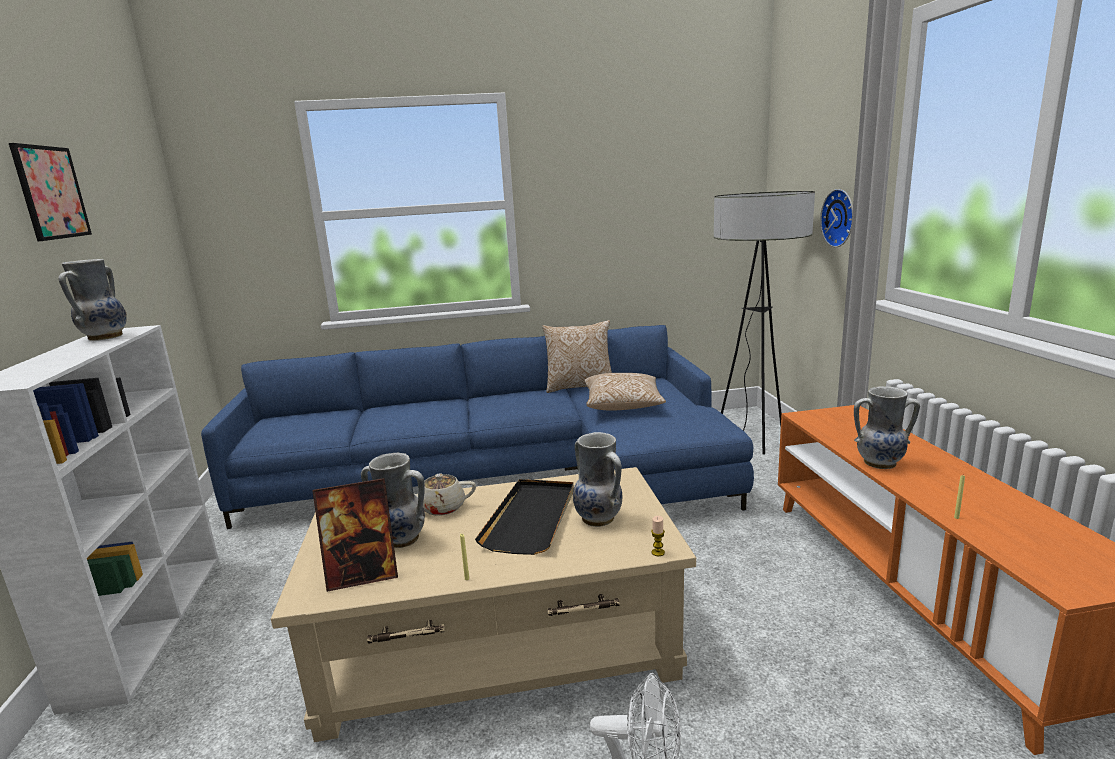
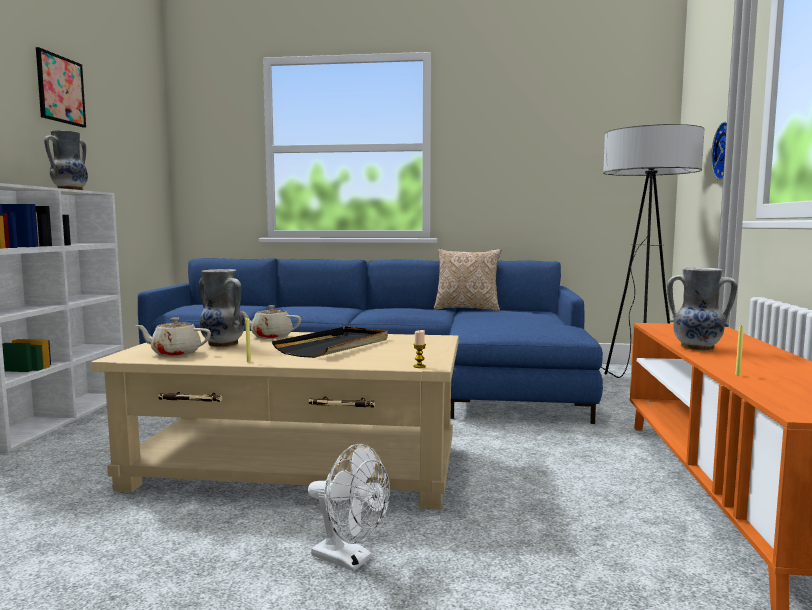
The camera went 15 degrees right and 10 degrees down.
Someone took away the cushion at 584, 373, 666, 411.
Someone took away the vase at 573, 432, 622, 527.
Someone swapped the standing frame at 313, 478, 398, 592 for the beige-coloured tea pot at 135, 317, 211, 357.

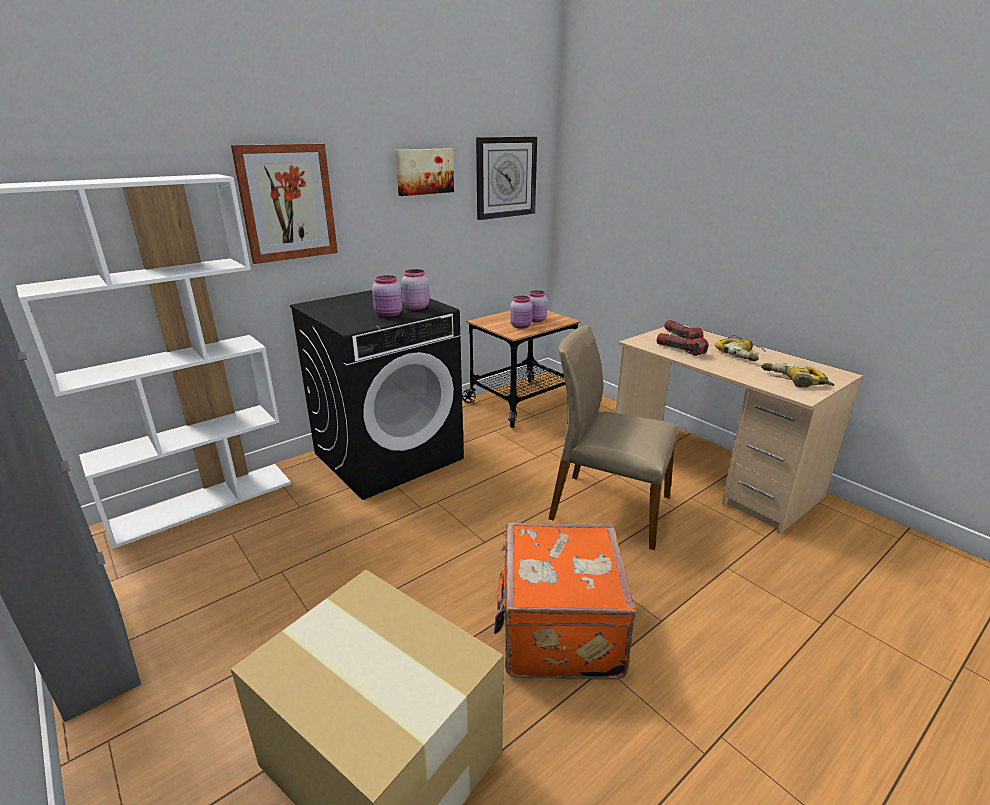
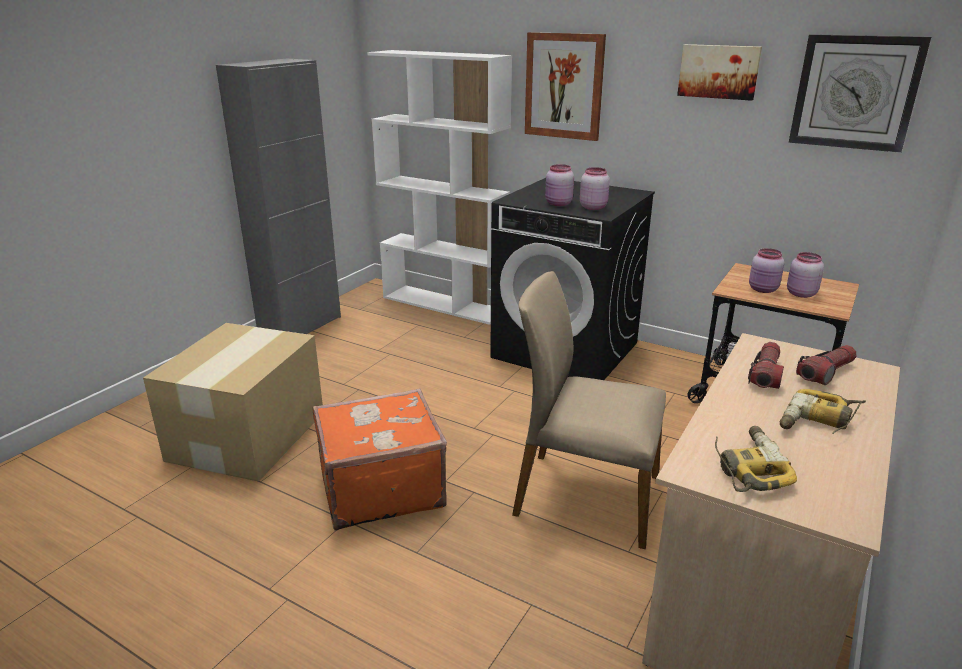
The camera went 70 degrees right and 0 degrees up.
Someone rotated the beige-coloured plain chair at 549, 325, 678, 550 by 75 degrees counterclockwise.

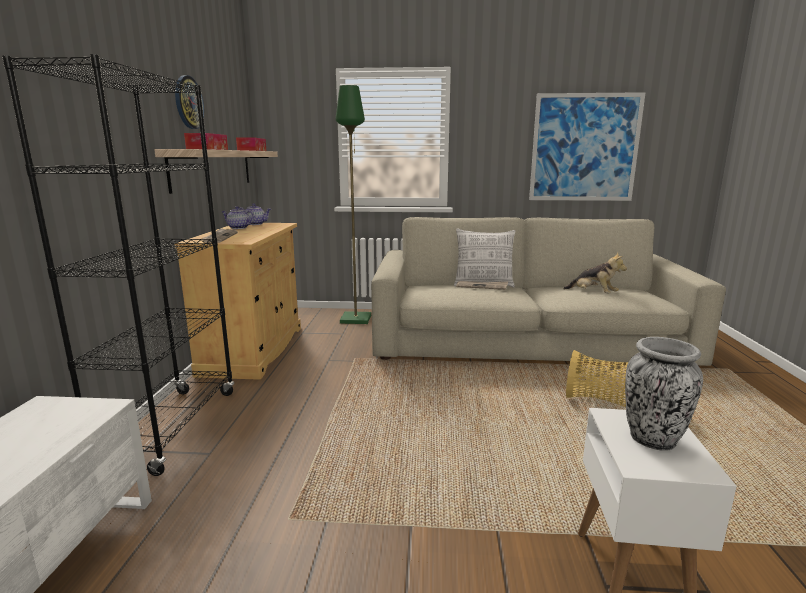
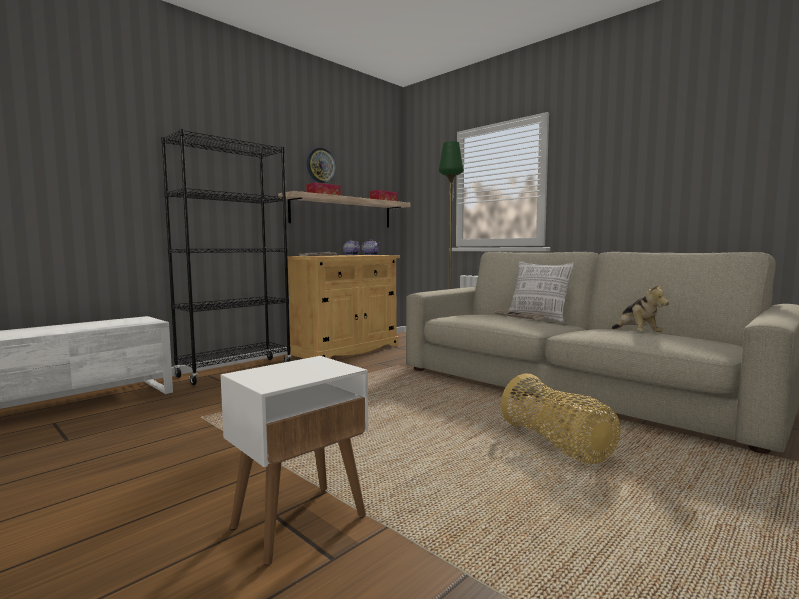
The camera went 40 degrees right and 10 degrees down.
Someone took away the wall picture at 529, 92, 646, 201.
Someone took away the vase at 625, 337, 703, 451.

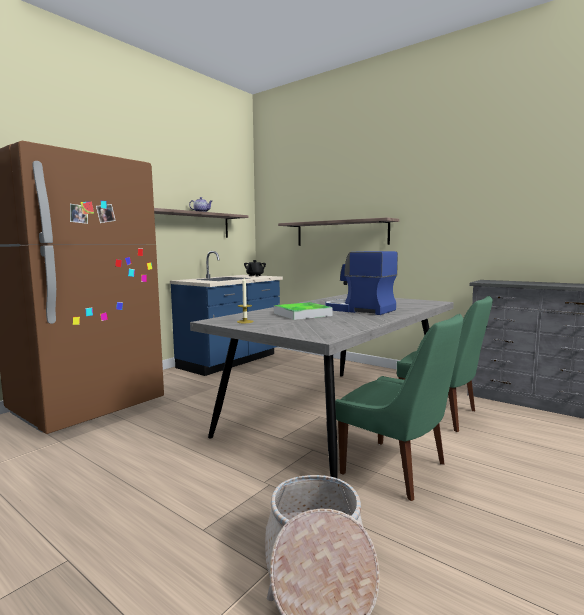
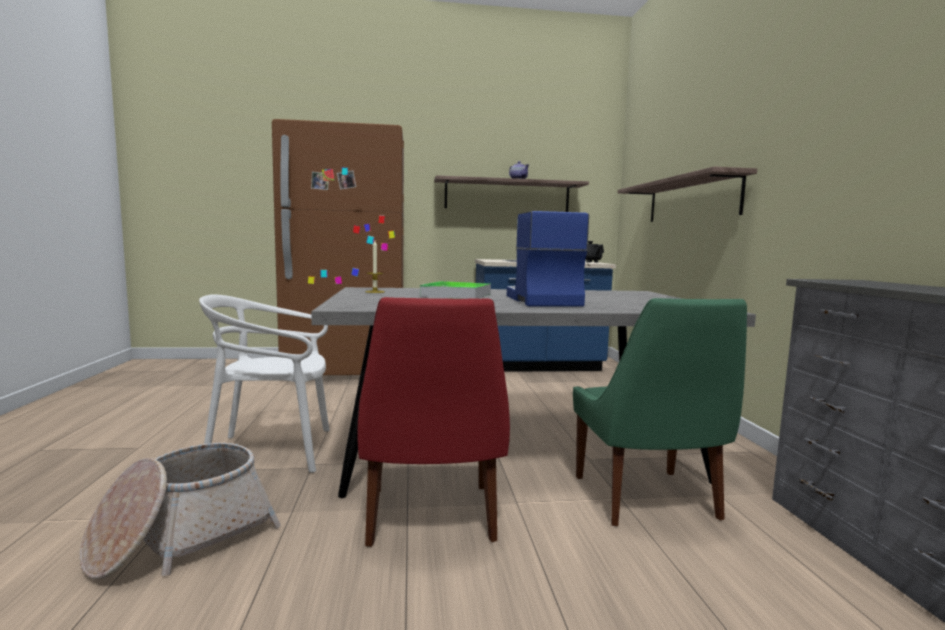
The camera went 45 degrees right and 0 degrees up.
Someone repainted the green-coloured plain chair at 335, 314, 463, 501, which became the red-coloured plain chair at 357, 297, 510, 547.
Someone put down the white plain chair at 199, 294, 330, 473.

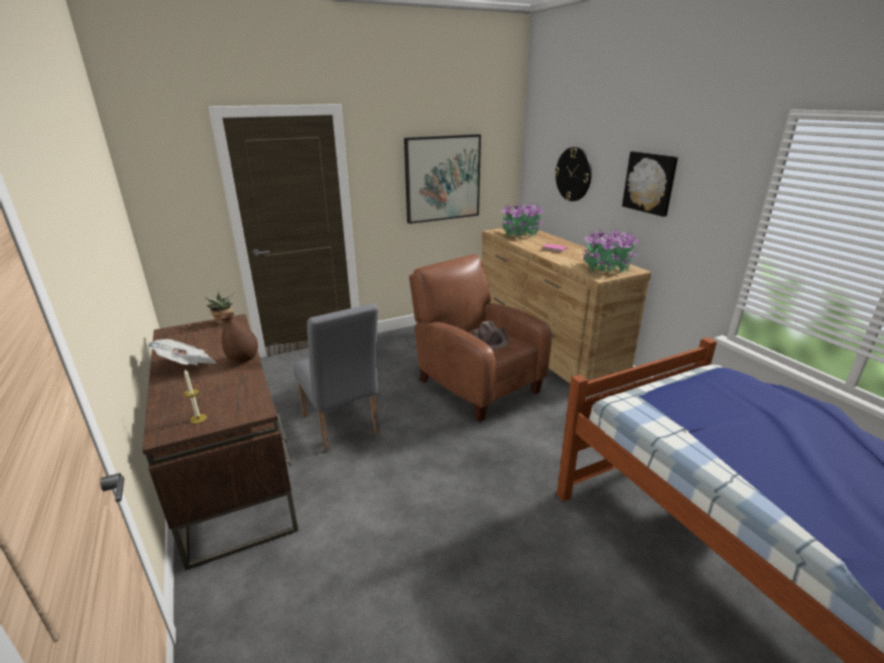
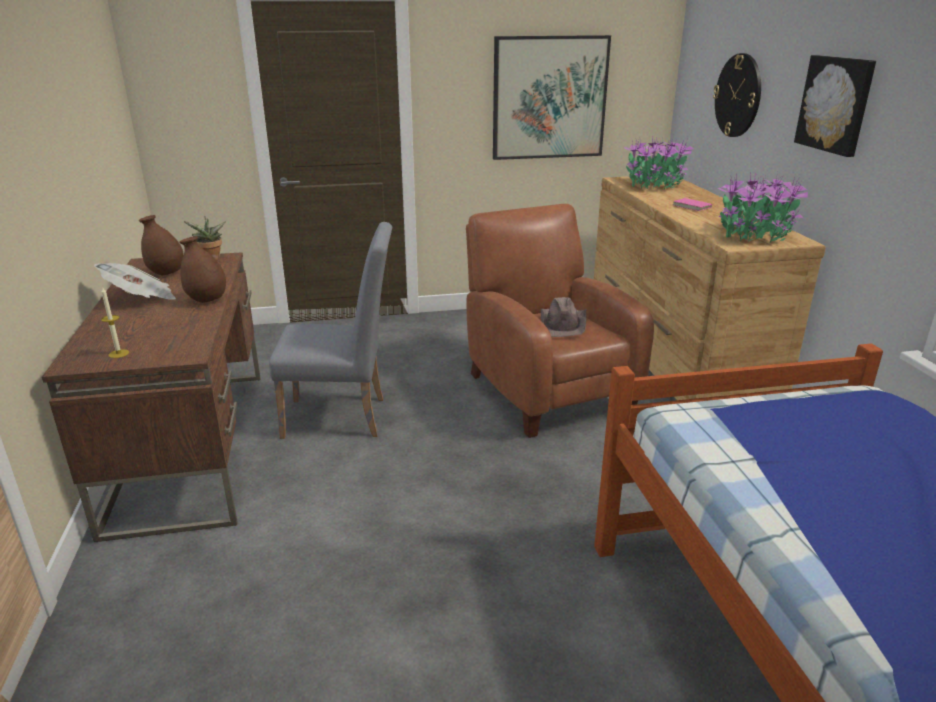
The camera went 15 degrees right and 0 degrees up.
Someone rotated the grey plain chair at 293, 303, 380, 453 by 75 degrees counterclockwise.
Someone put down the brownish vase at 139, 215, 184, 275.

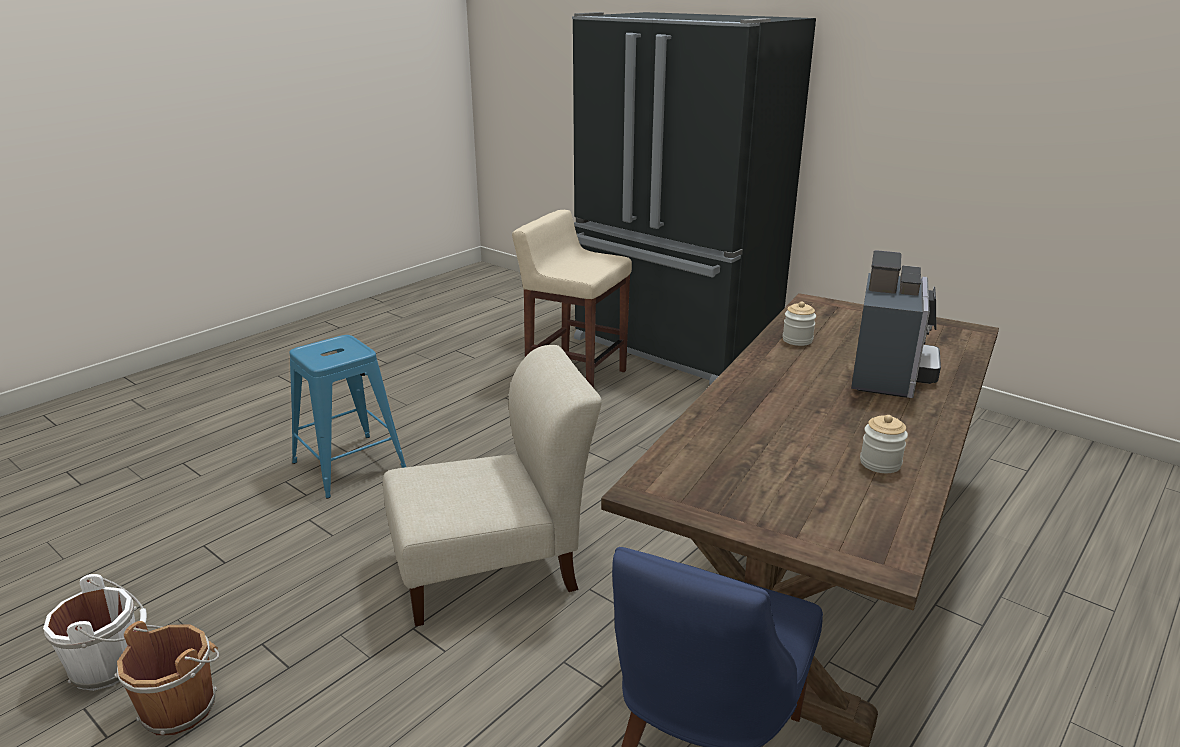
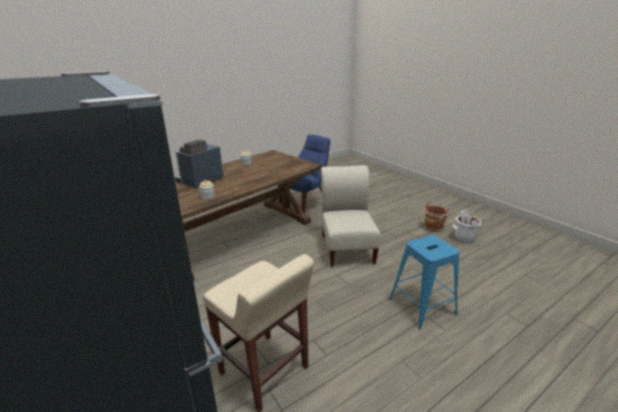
The camera went 165 degrees left and 0 degrees up.
Someone rotated the beige-coloured plain chair at 383, 345, 602, 626 by 90 degrees clockwise.

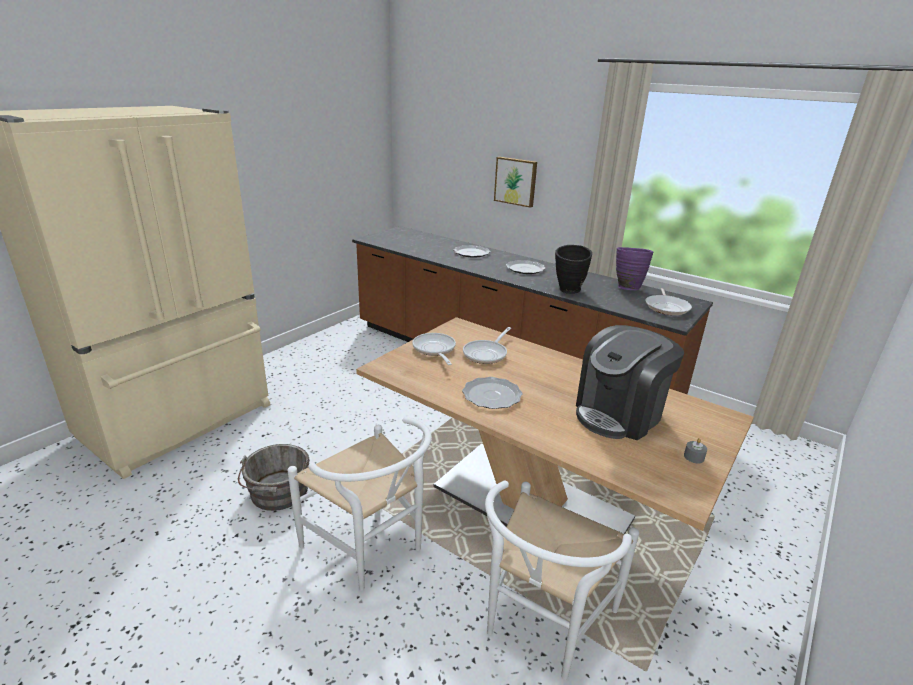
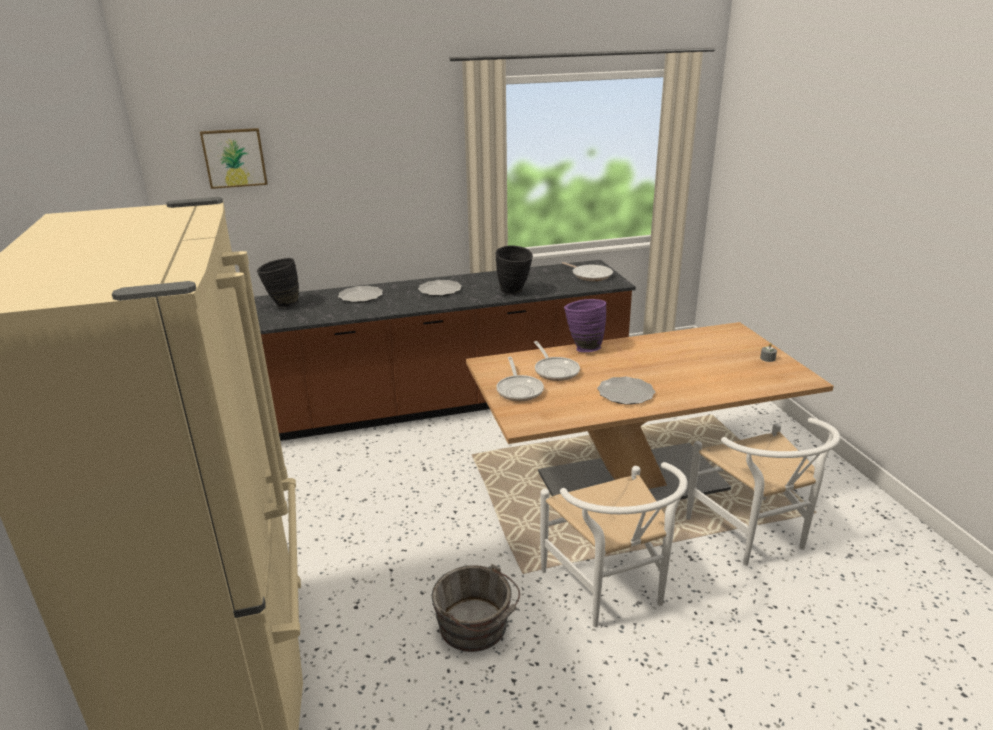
The camera went 50 degrees left and 0 degrees up.
Someone carried the wall picture from 494, 157, 537, 208 to 200, 128, 268, 189.
Someone carried the purple vase from 616, 247, 653, 290 to 564, 299, 606, 352.
Someone took away the coffee brewer at 576, 325, 684, 440.
Someone rotated the skillet at 412, 333, 456, 365 by 120 degrees counterclockwise.
Someone rotated the white plain chair at 288, 417, 432, 591 by 75 degrees clockwise.
Someone put down the black-coloured vase at 257, 258, 299, 309.

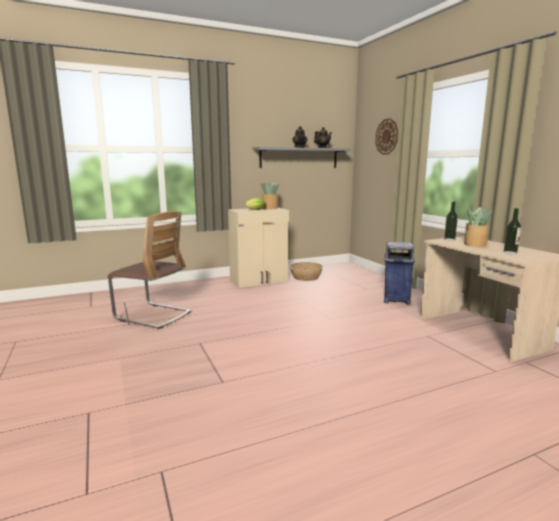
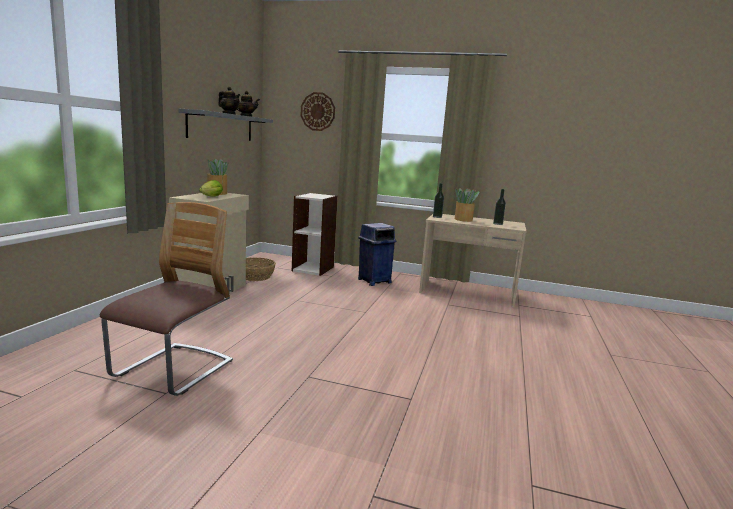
The camera went 50 degrees left and 0 degrees up.
Someone rotated the plain chair at 107, 211, 191, 329 by 45 degrees counterclockwise.
Someone put down the shelving unit at 292, 193, 338, 276.

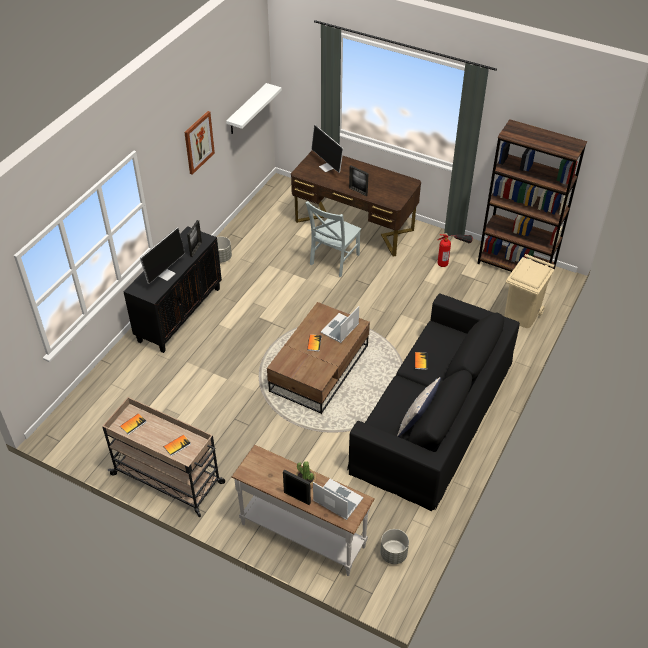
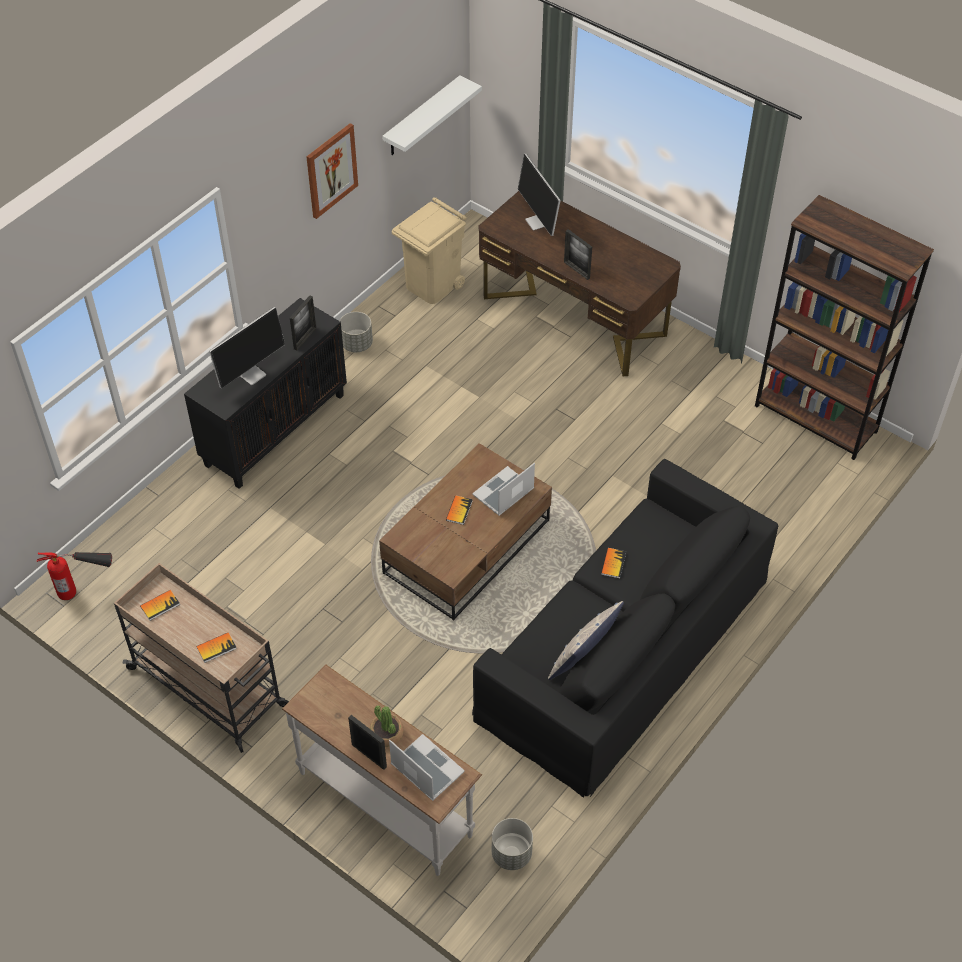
The camera went 10 degrees right and 5 degrees up.
Someone took away the grey plain chair at 305, 201, 361, 277.
Someone carried the fire extinguisher from 438, 234, 473, 267 to 37, 552, 112, 600.
Someone carried the beige-coloured rubbish bin from 504, 254, 554, 328 to 392, 197, 467, 304.

